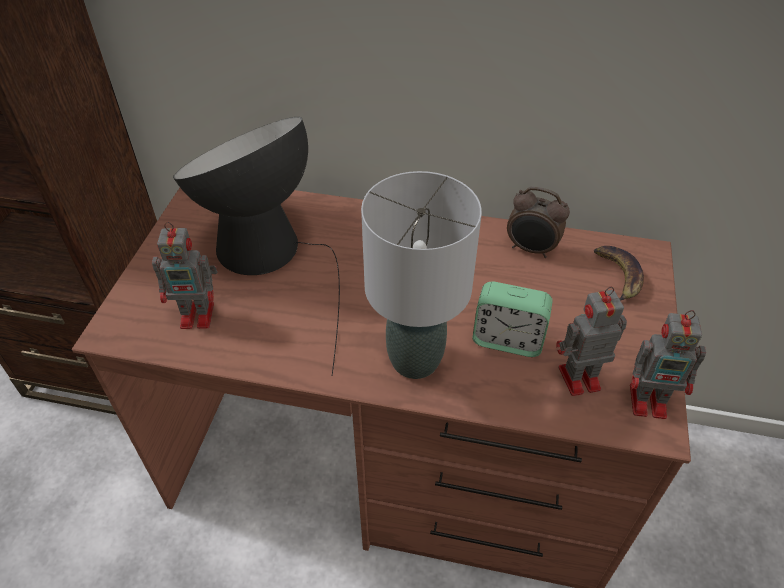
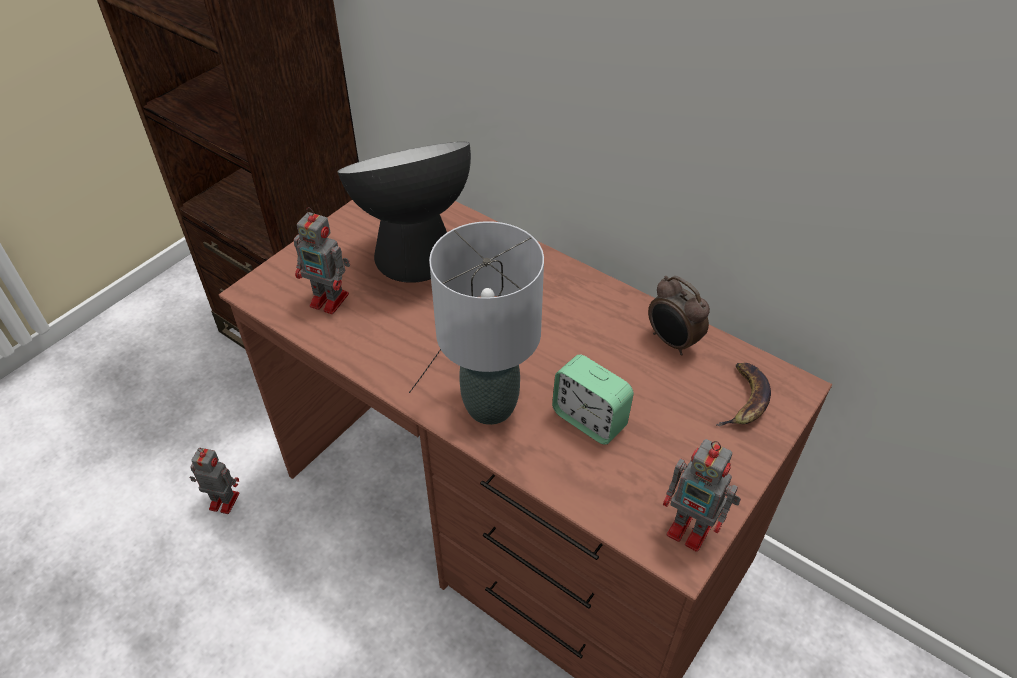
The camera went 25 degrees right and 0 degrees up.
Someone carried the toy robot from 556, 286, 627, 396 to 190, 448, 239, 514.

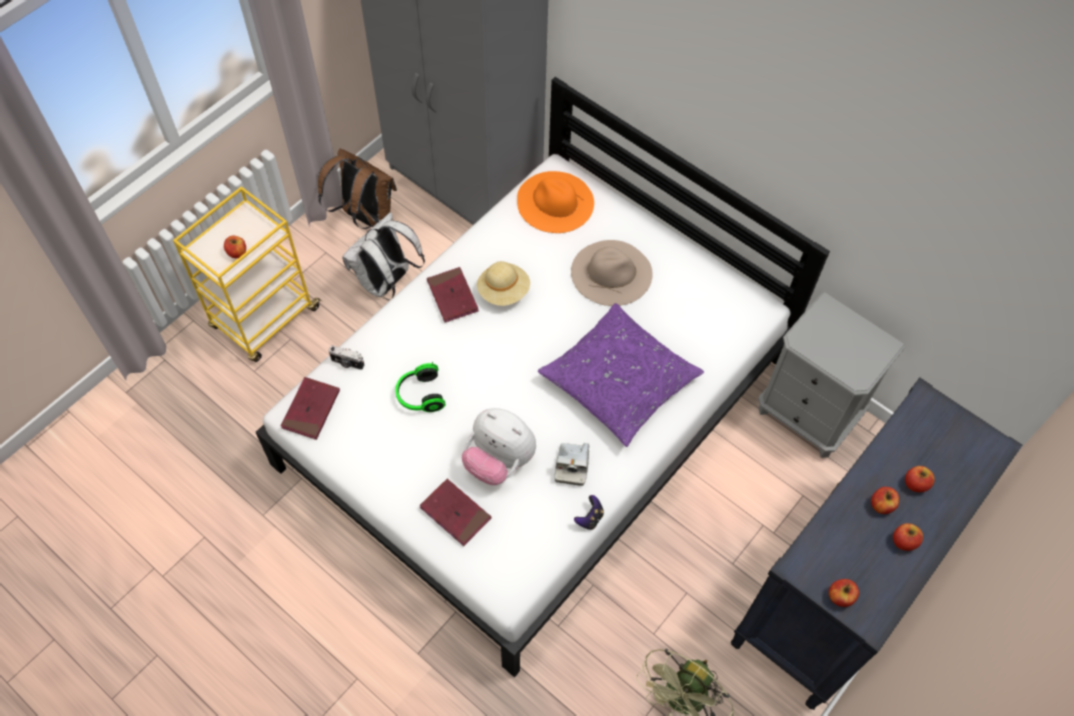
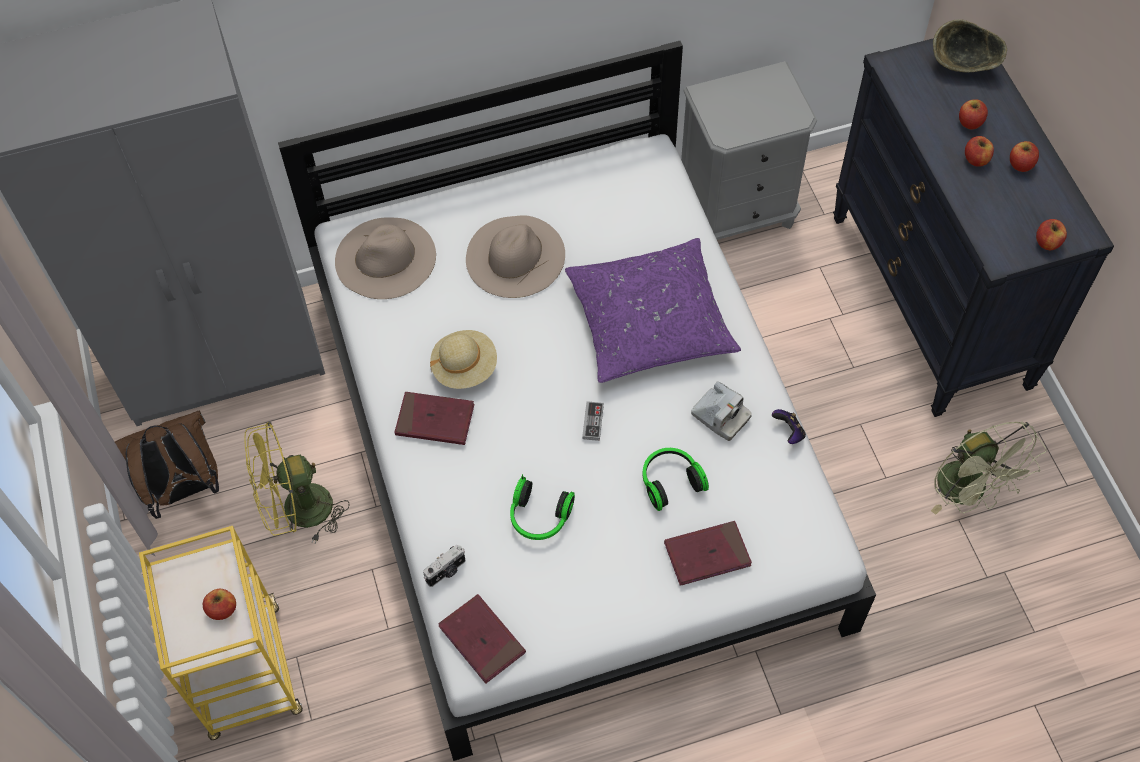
The camera went 55 degrees left and 0 degrees up.
Someone repainted the orange clothing hat at 517, 171, 594, 233, which became the beige-coloured clothing hat at 335, 217, 436, 299.
Someone swapped the white knapsack at 342, 212, 425, 300 for the yellow-coloured electric fan at 245, 422, 350, 543.
Someone swapped the cuddly toy at 462, 408, 536, 485 for the headphones at 642, 448, 709, 511.
Someone put down the bowl at 933, 19, 1007, 73.
Someone put down the joypad at 582, 401, 604, 441.

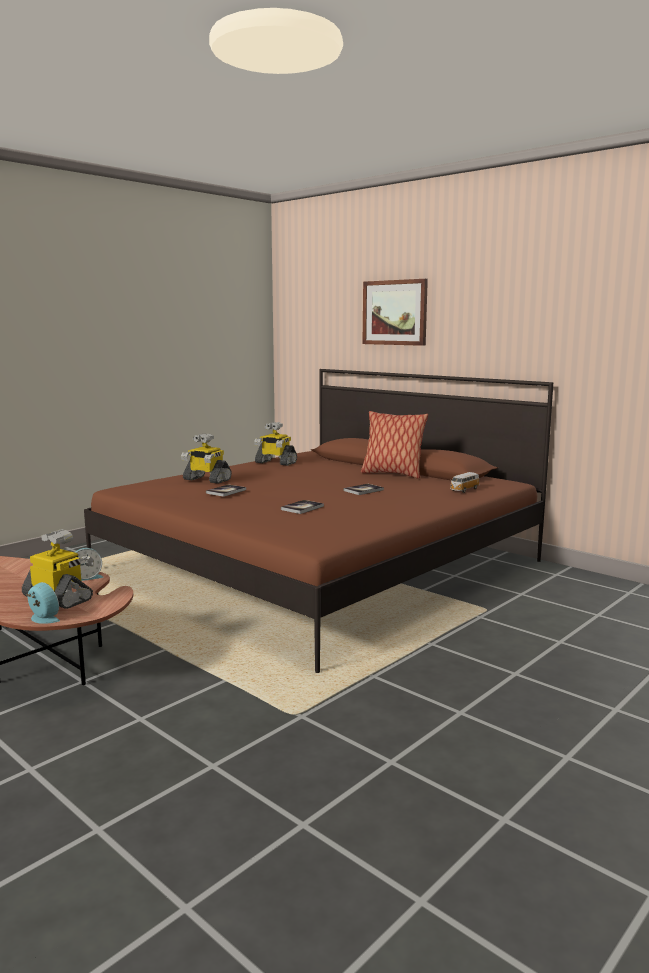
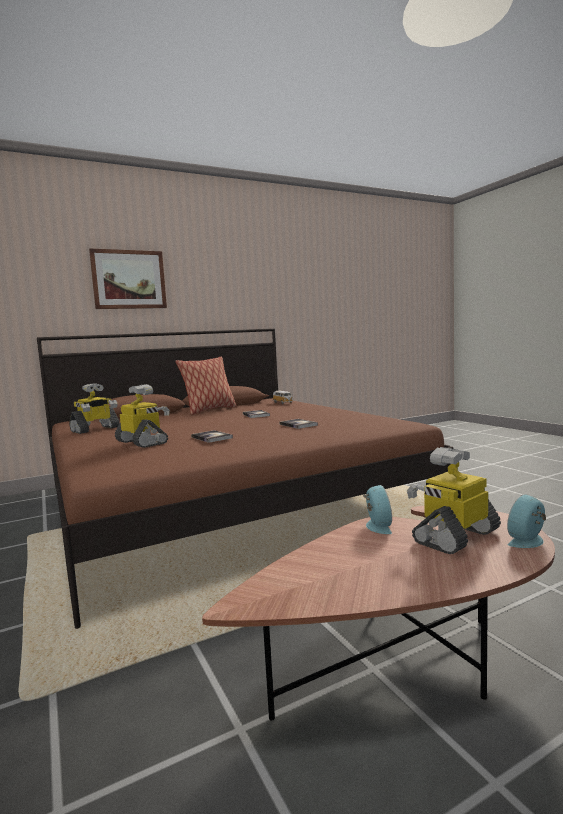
The camera went 70 degrees left and 5 degrees down.
Someone rotated the toy robot at 181, 433, 232, 484 by 90 degrees counterclockwise.

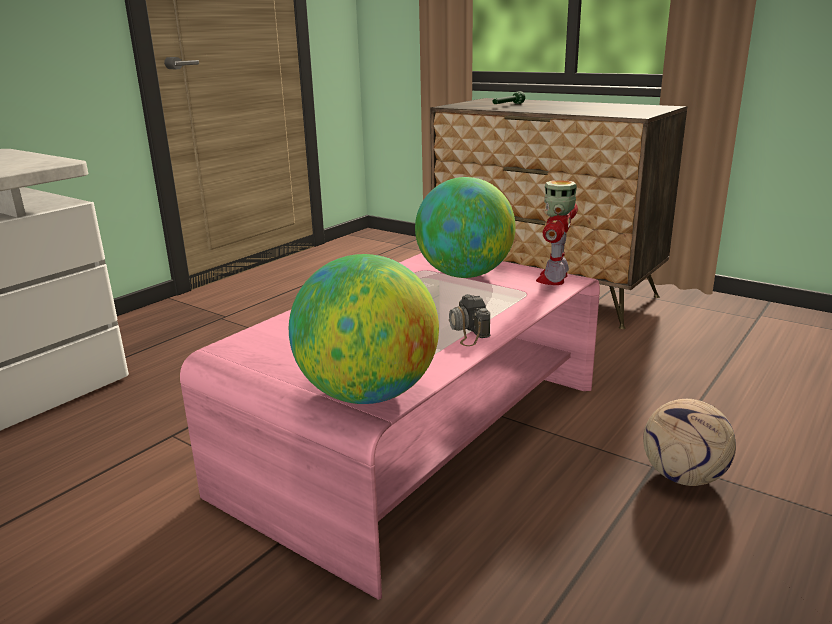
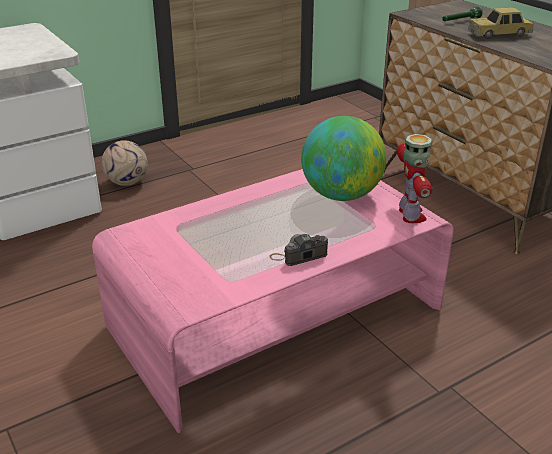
The camera went 20 degrees right and 10 degrees up.
Someone rotated the toy robot at 536, 180, 578, 285 by 135 degrees clockwise.
Someone took away the globe at 289, 254, 439, 404.
Someone rotated the still camera at 449, 294, 490, 346 by 60 degrees clockwise.
Someone carried the football ball from 643, 399, 736, 486 to 101, 140, 148, 186.
Someone put down the miniature car at 468, 7, 534, 39.

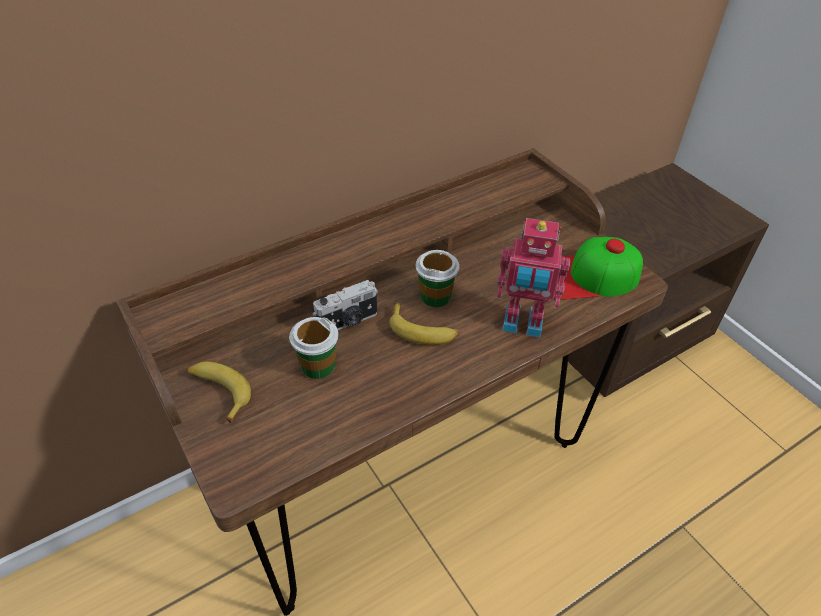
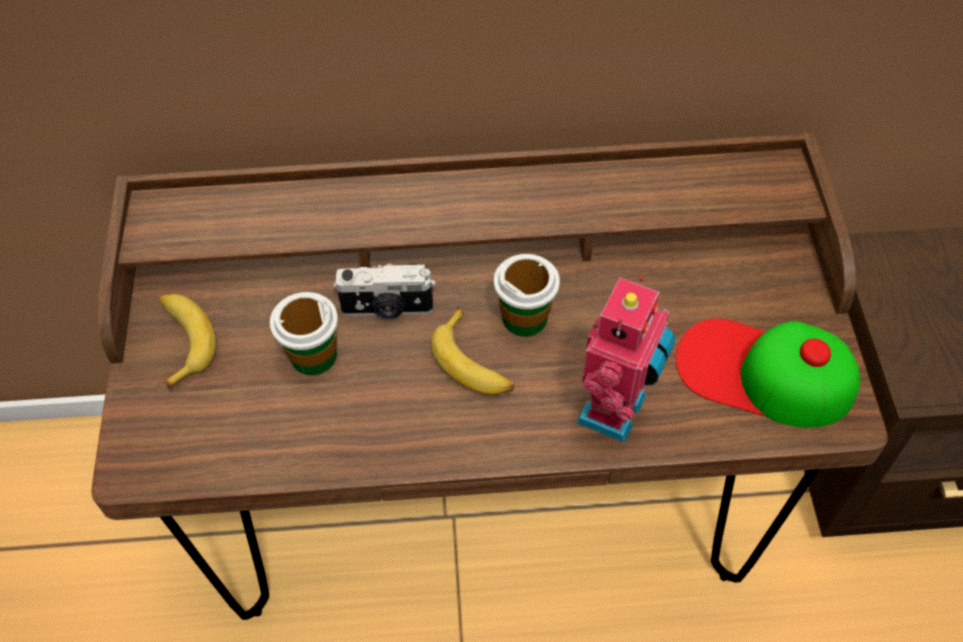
The camera went 30 degrees right and 10 degrees up.
Someone rotated the toy robot at 497, 218, 570, 338 by 105 degrees counterclockwise.

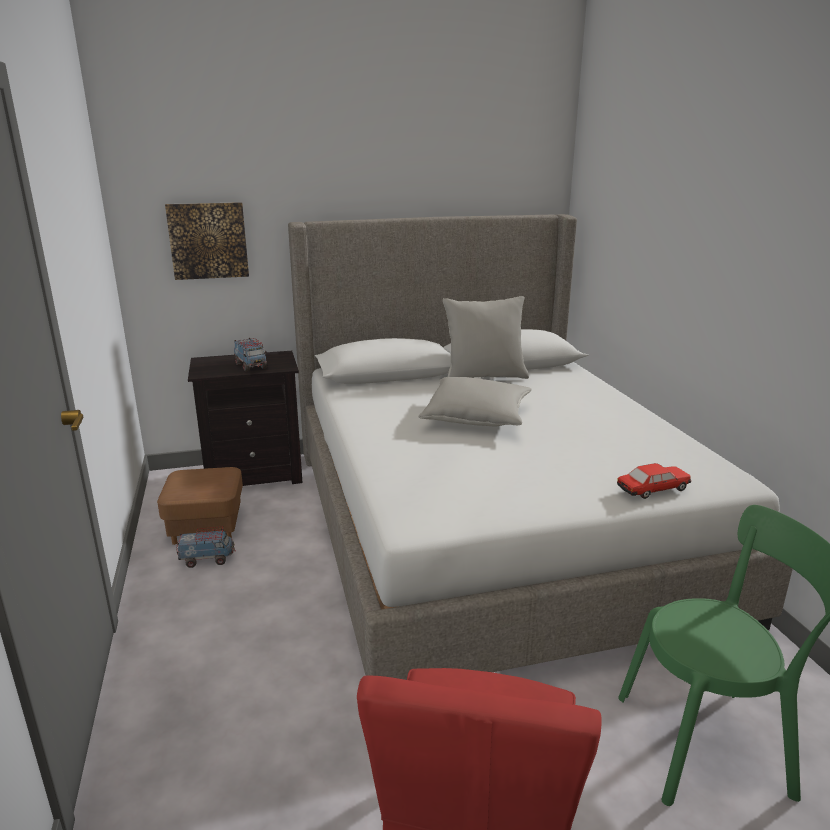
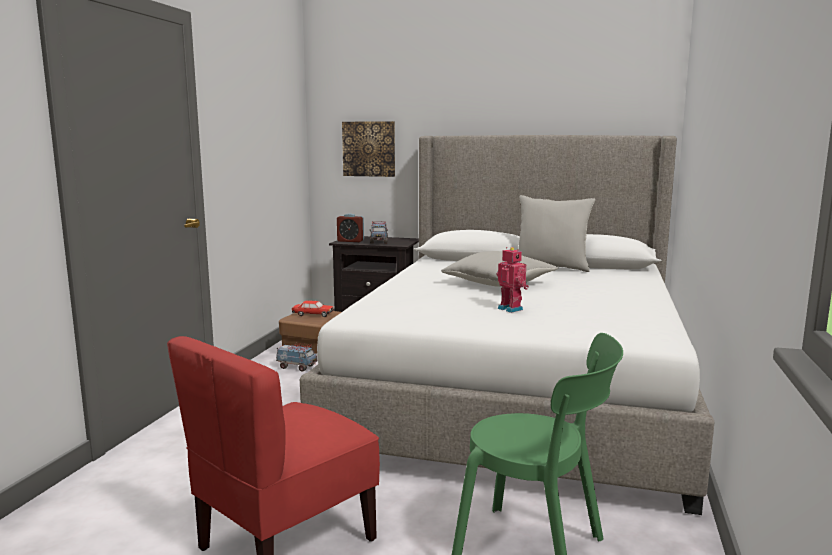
The camera went 30 degrees right and 10 degrees down.
Someone carried the miniature car from 617, 463, 691, 499 to 292, 300, 334, 317.
Someone put down the table clock at 337, 213, 364, 242.
Someone put down the toy robot at 497, 247, 529, 313.

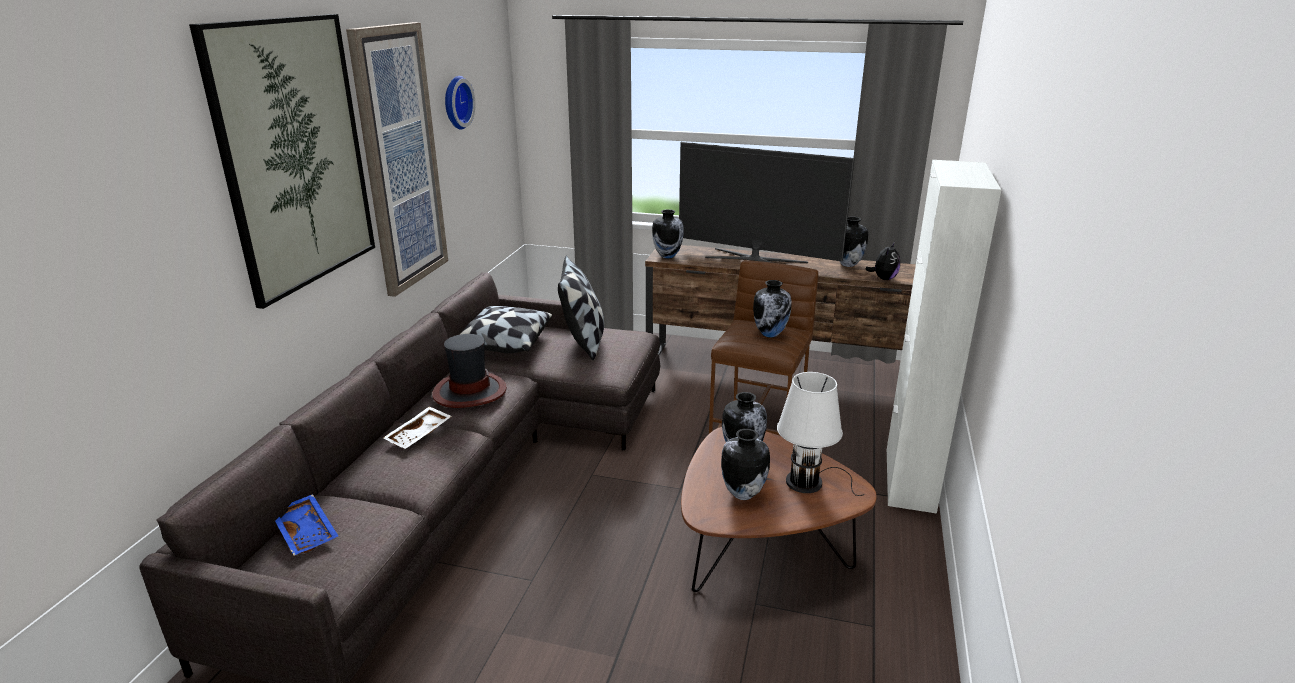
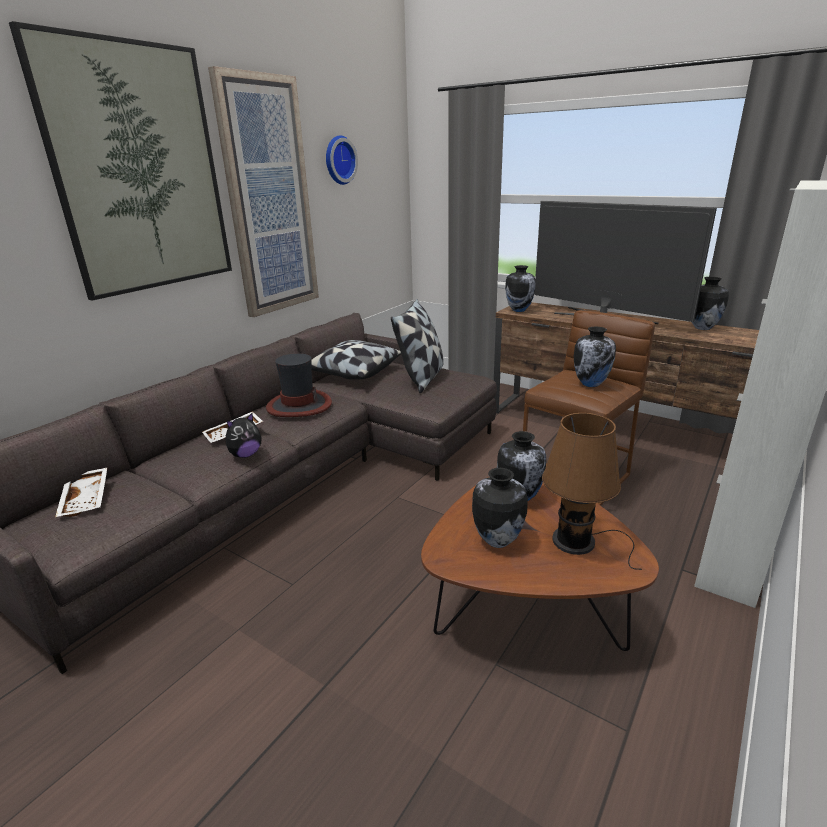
The camera went 20 degrees right and 0 degrees up.
Someone carried the cuddly toy from 865, 243, 900, 280 to 226, 413, 262, 458.
Someone repainted the white tabletop lamp at 777, 372, 864, 496, which became the brownish tabletop lamp at 542, 413, 642, 570.
Someone repainted the bluish tray at 275, 494, 338, 556, which became the white tray at 55, 467, 108, 517.

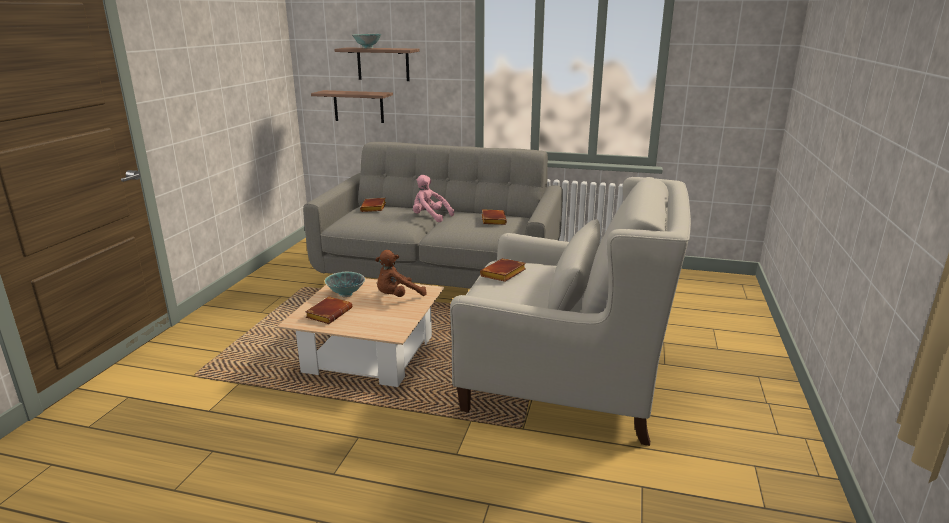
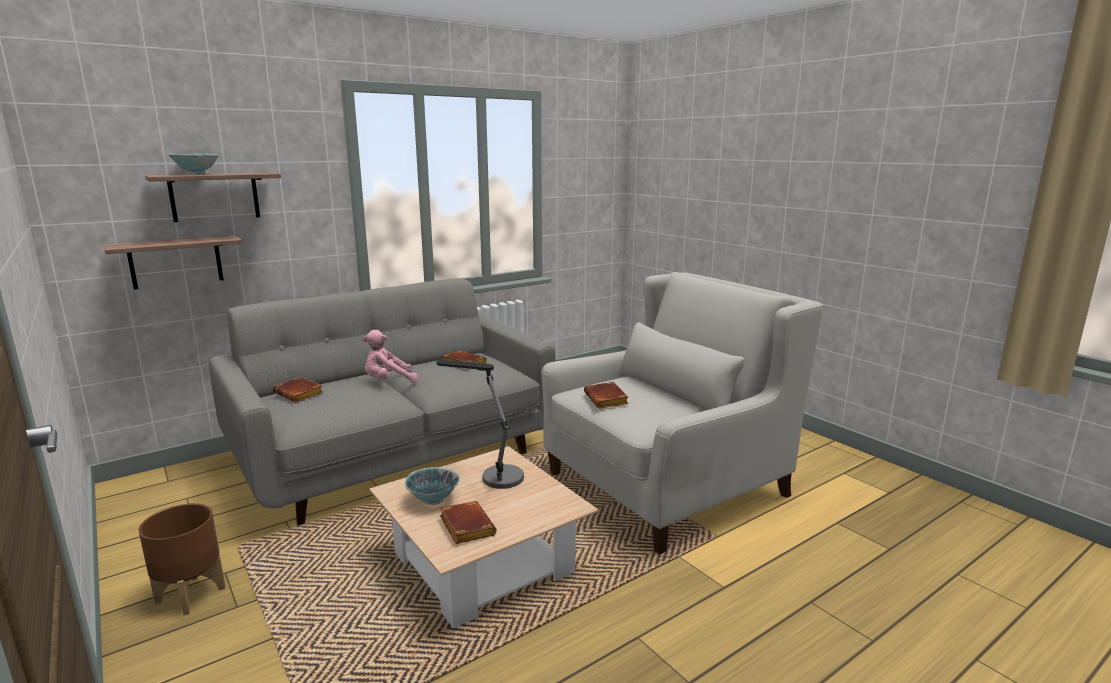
The camera went 50 degrees left and 5 degrees down.
Someone swapped the brownish cuddly toy at 375, 250, 427, 297 for the tabletop lamp at 437, 360, 524, 489.
Someone put down the brownish plant pot at 139, 503, 226, 615.

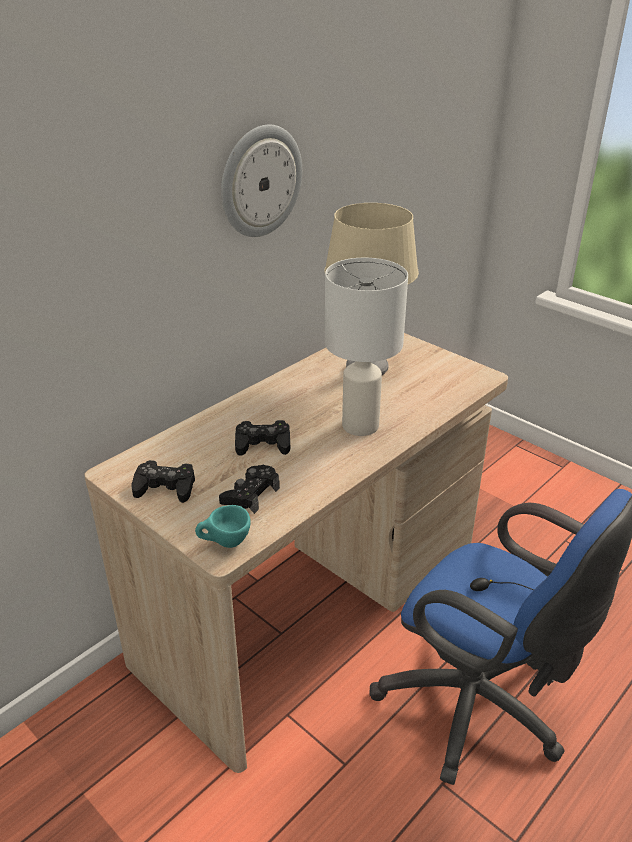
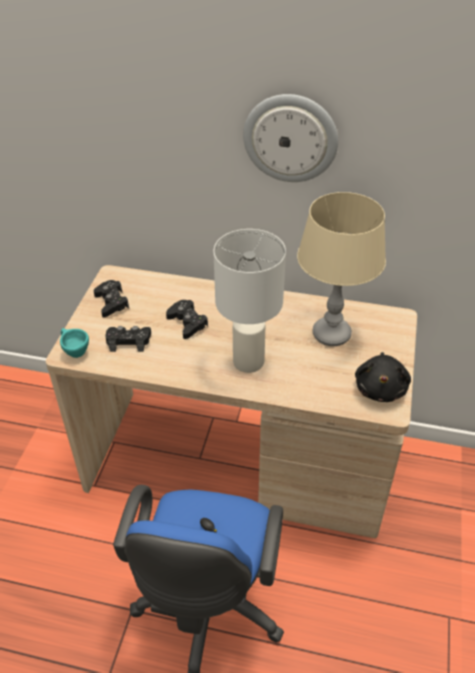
The camera went 60 degrees right and 10 degrees up.
Someone put down the black-coloured cuddly toy at 355, 352, 411, 402.

